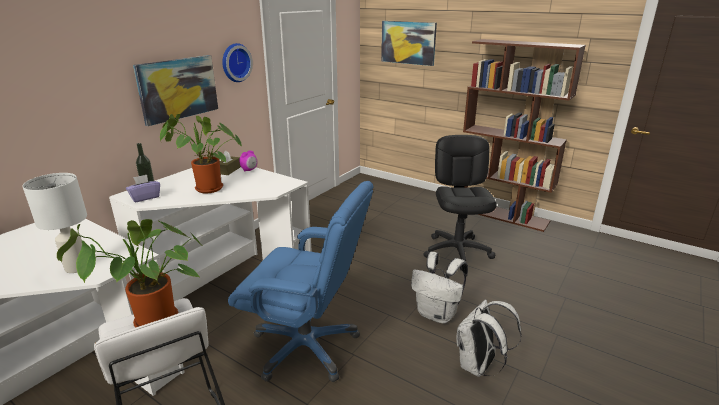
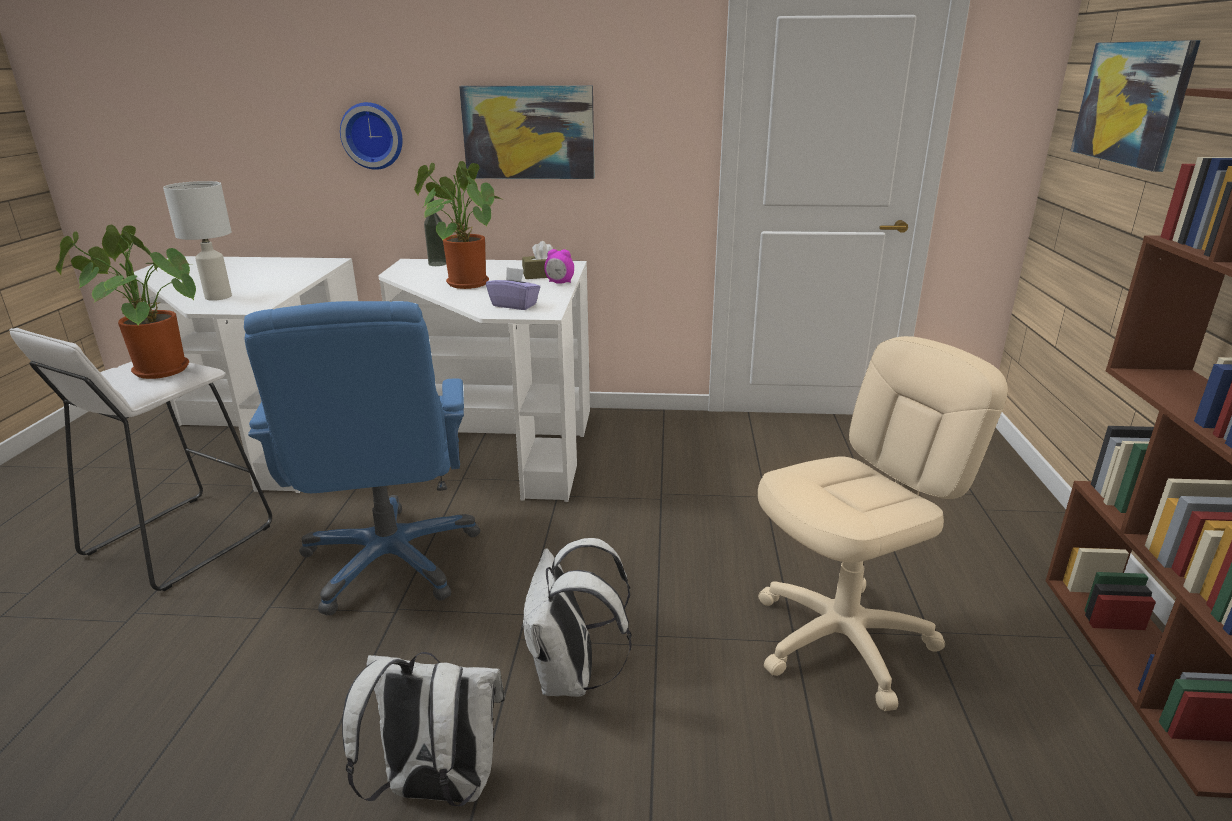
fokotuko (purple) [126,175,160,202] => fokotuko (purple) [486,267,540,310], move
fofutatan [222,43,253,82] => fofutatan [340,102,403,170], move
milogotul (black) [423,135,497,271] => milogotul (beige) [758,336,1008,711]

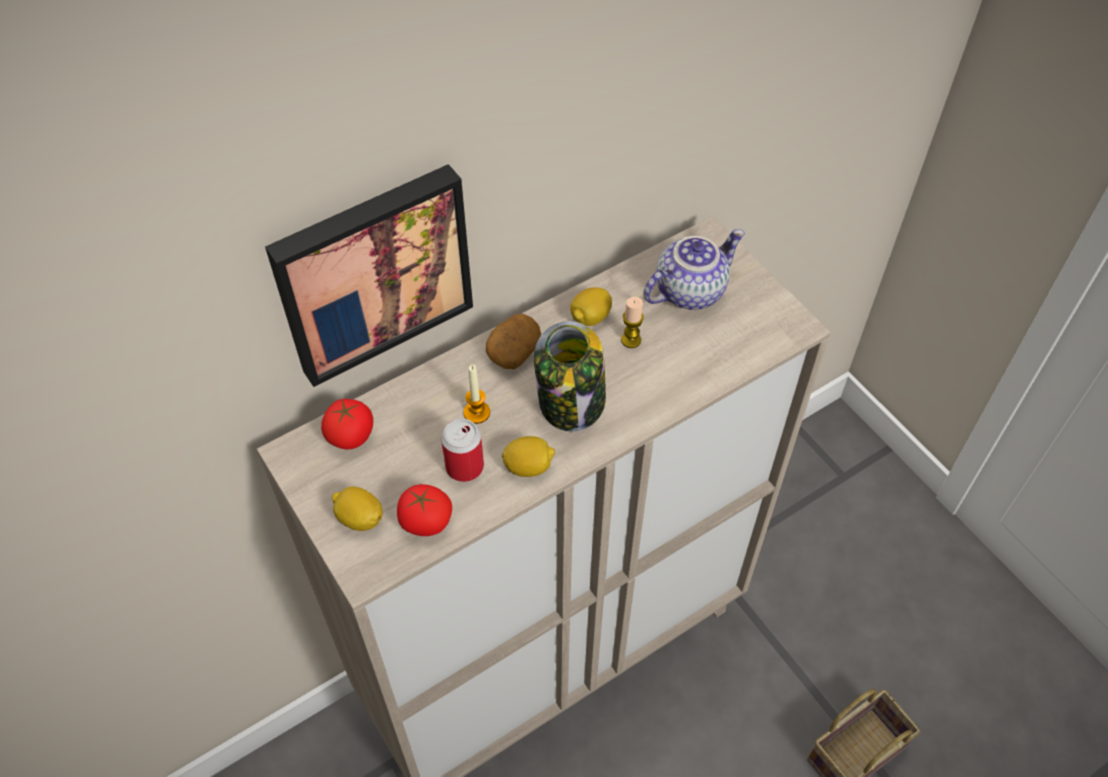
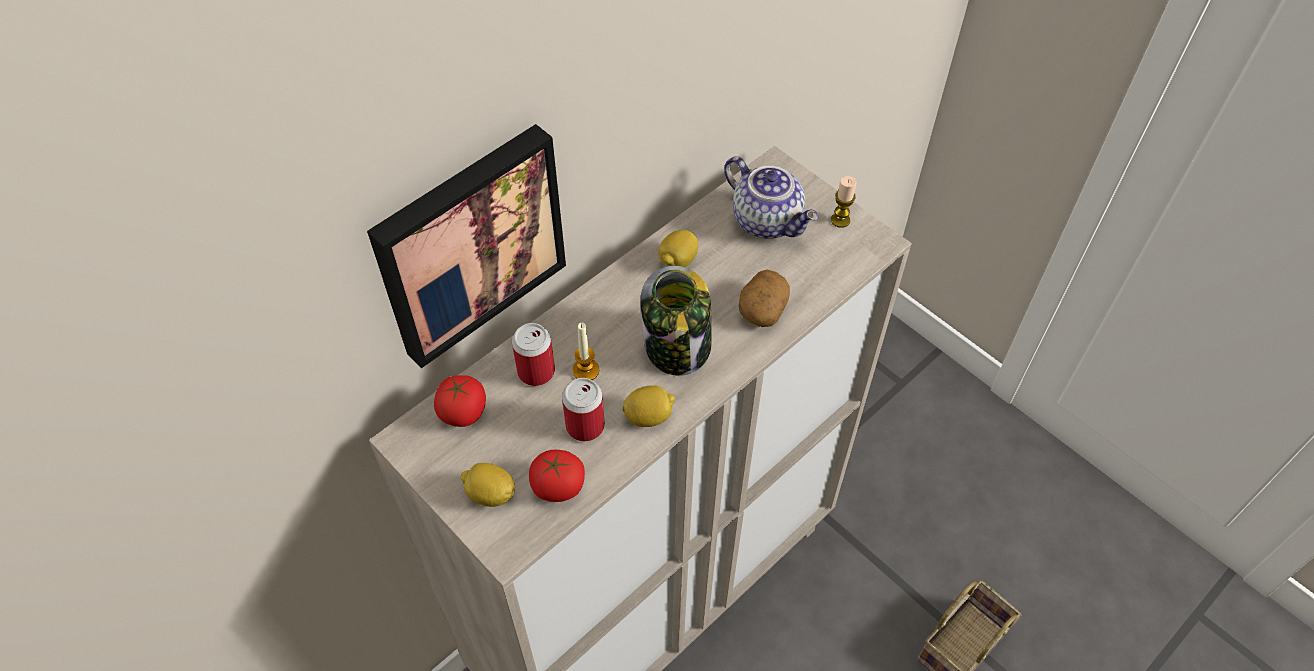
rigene [486,313,541,369] => rigene [739,270,790,327], move
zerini [621,297,644,348] => zerini [831,176,857,228], move
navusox [643,229,745,310] => navusox [724,157,818,239], 90 degrees clockwise
nothing => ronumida [512,323,555,386]

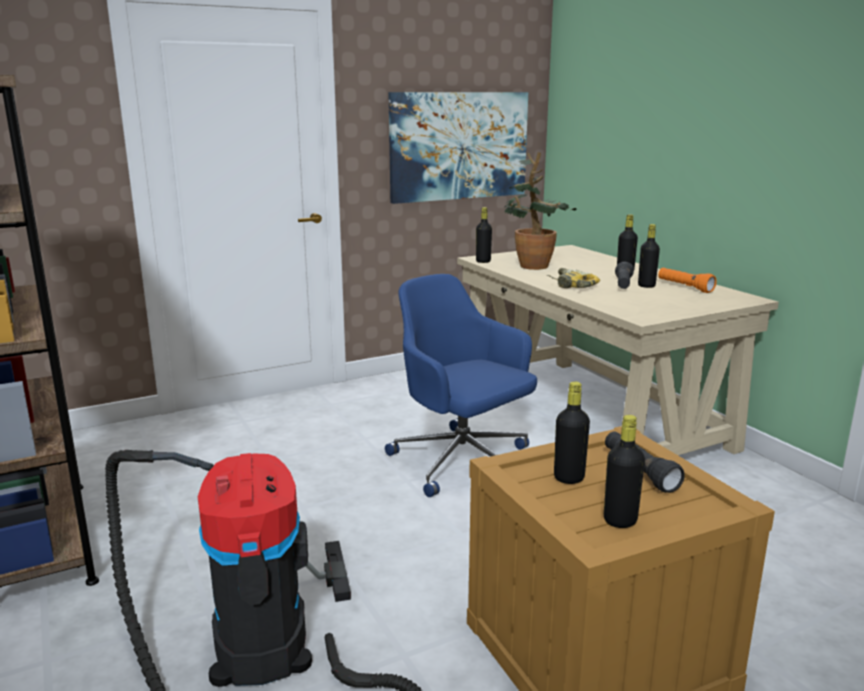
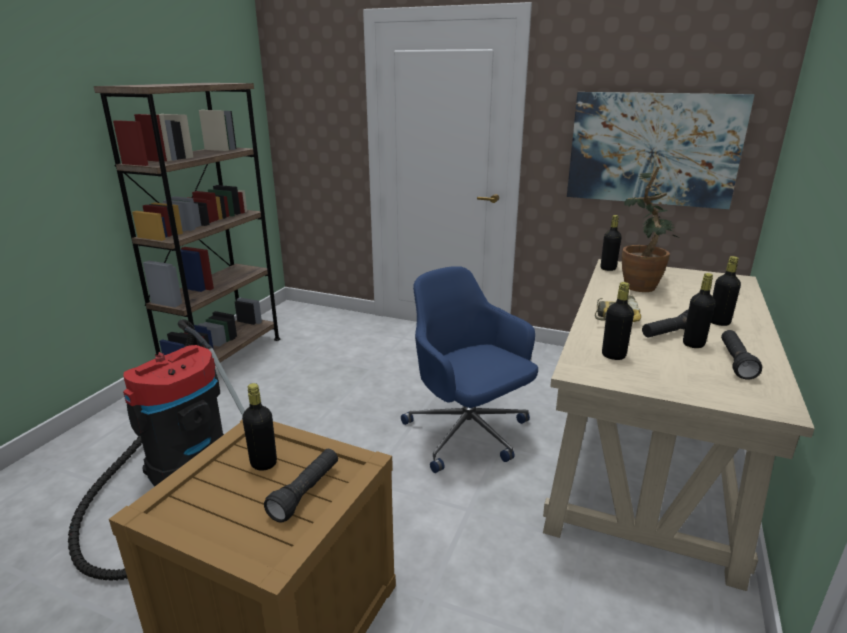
milogotul (blue) [385,274,537,497] => milogotul (blue) [401,266,538,473], 45 degrees counterclockwise
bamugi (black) [604,415,645,528] => bamugi (black) [602,282,634,360], move
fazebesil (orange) [658,268,717,293] => fazebesil (black) [721,330,762,380]

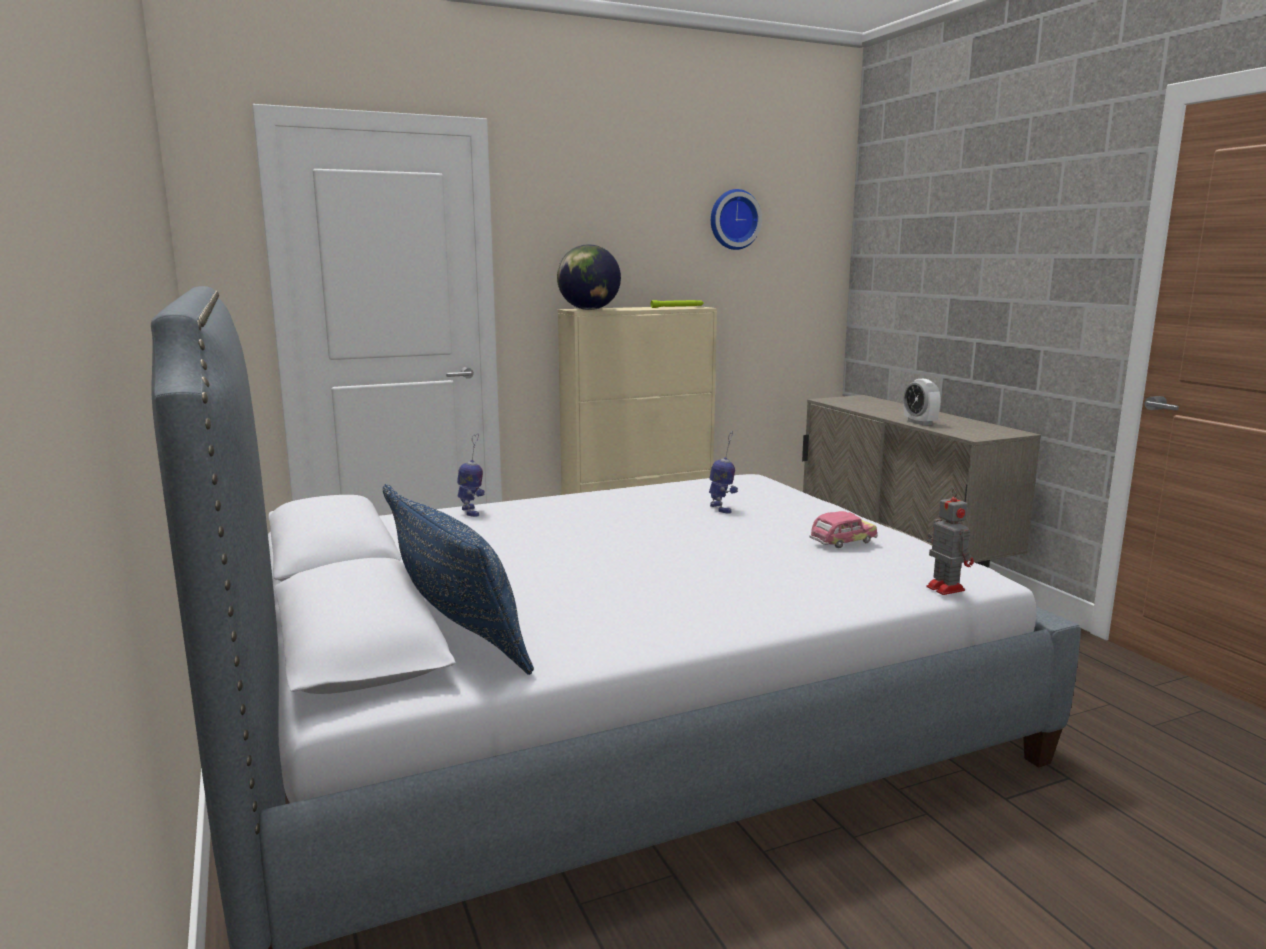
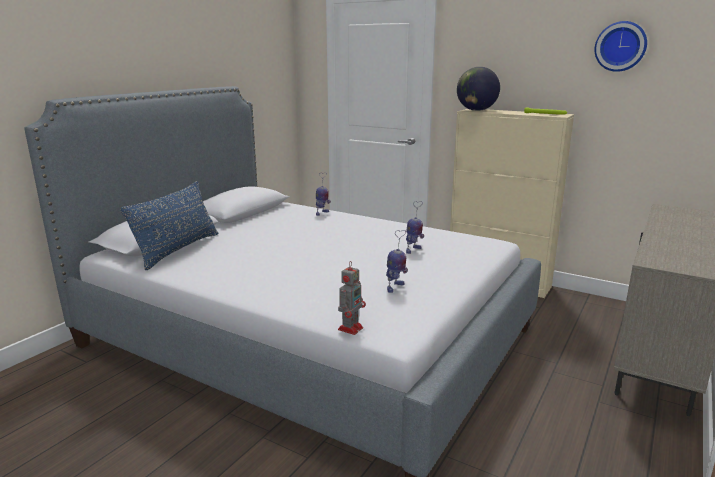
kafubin [809,511,877,548] => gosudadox [386,230,408,293]
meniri [904,379,941,425] => nothing

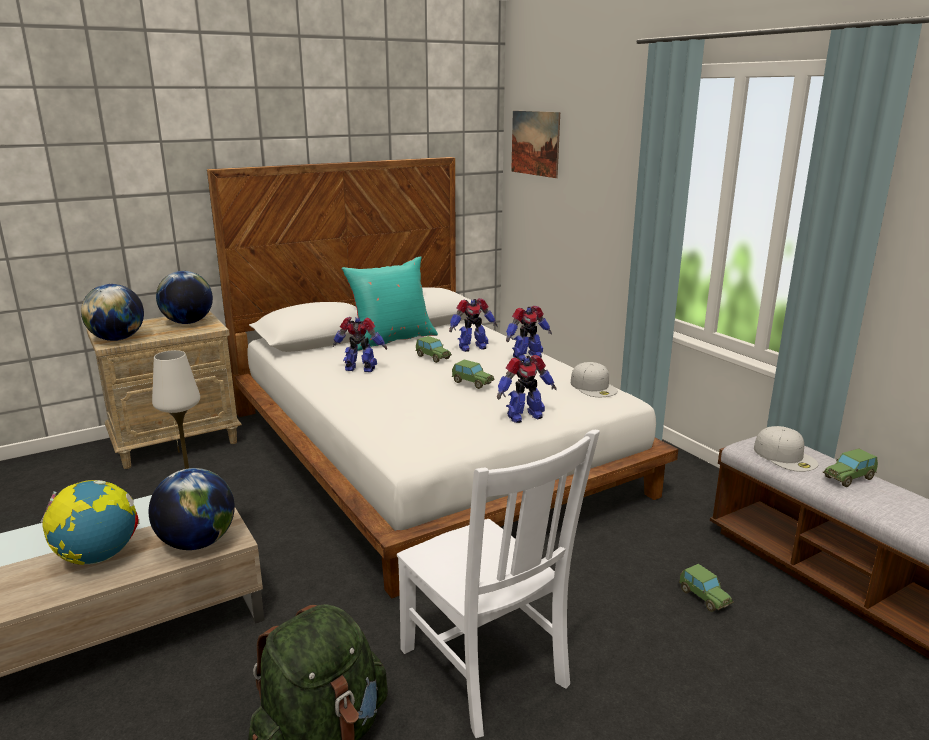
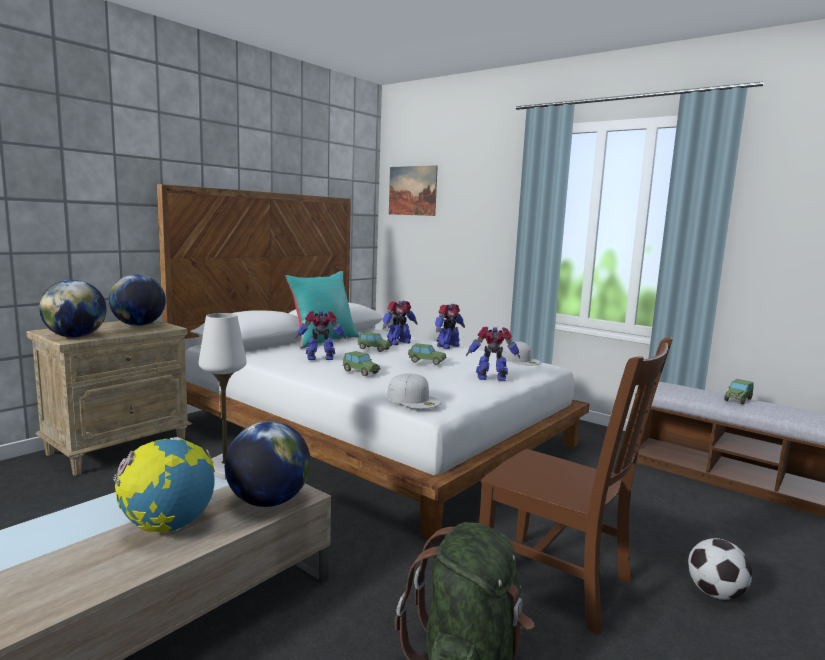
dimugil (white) [397,430,600,738] => dimugil (brown) [479,337,672,635]
gosudadox [497,355,557,423] => gosudadox [466,326,520,381], 135 degrees counterclockwise
kafubin [679,564,734,612] => kafubin [343,351,381,376], move
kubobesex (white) [754,426,818,472] => kubobesex (white) [387,373,441,409], move
nothing => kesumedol [688,538,752,600]

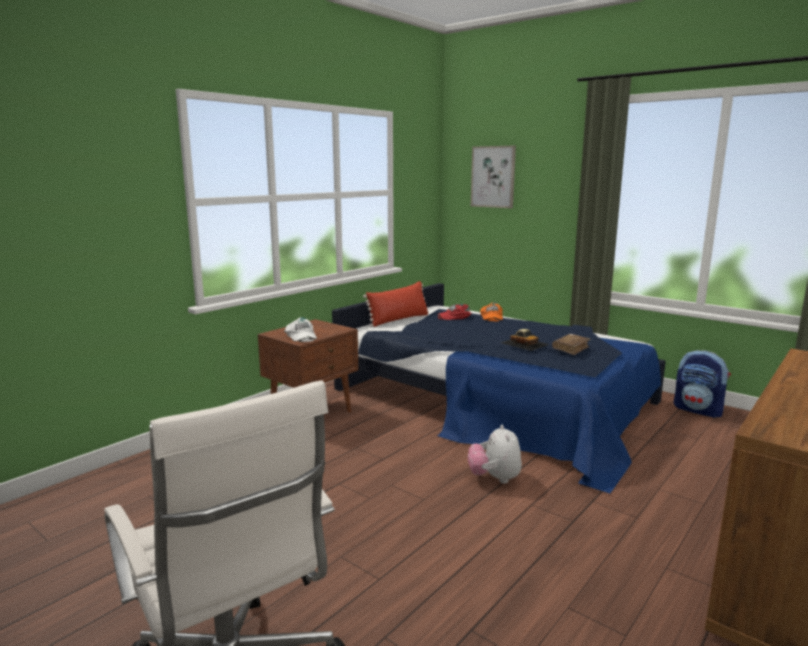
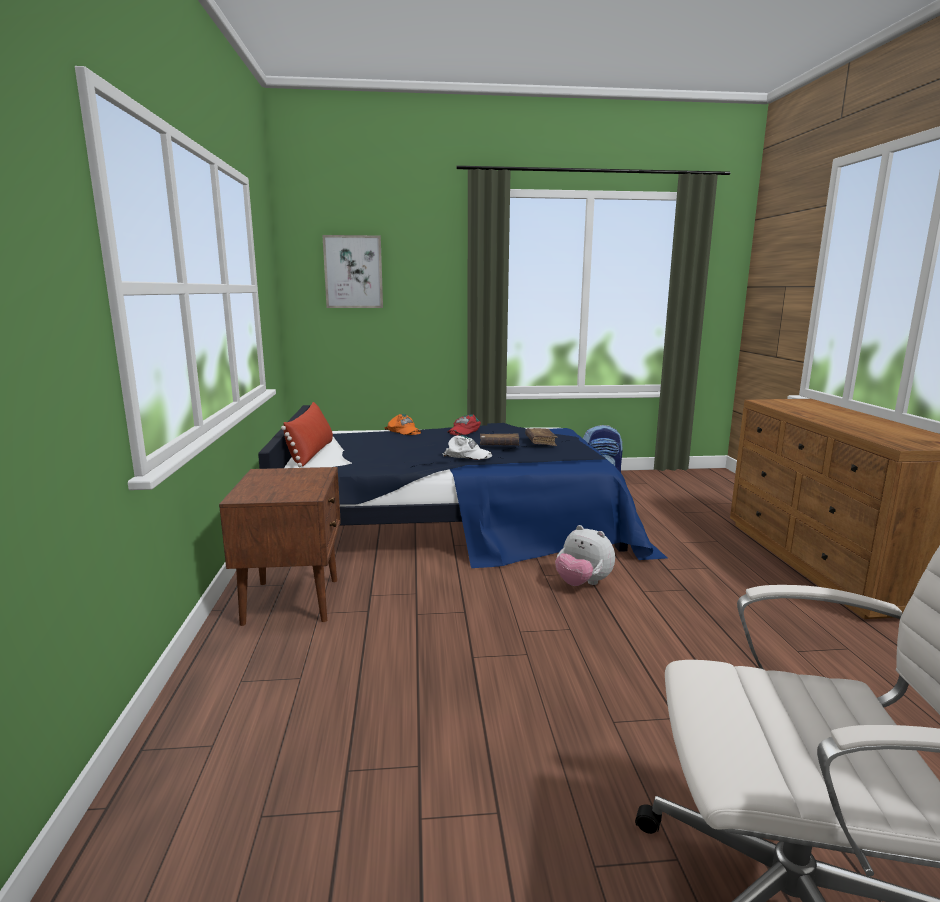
kubobesex (white) [284,317,317,342] => kubobesex (white) [443,435,492,460], move
kubobesex (red) [437,304,471,320] => kubobesex (red) [448,414,481,435], move
kafubin [501,329,550,351] => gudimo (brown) [480,433,519,445]

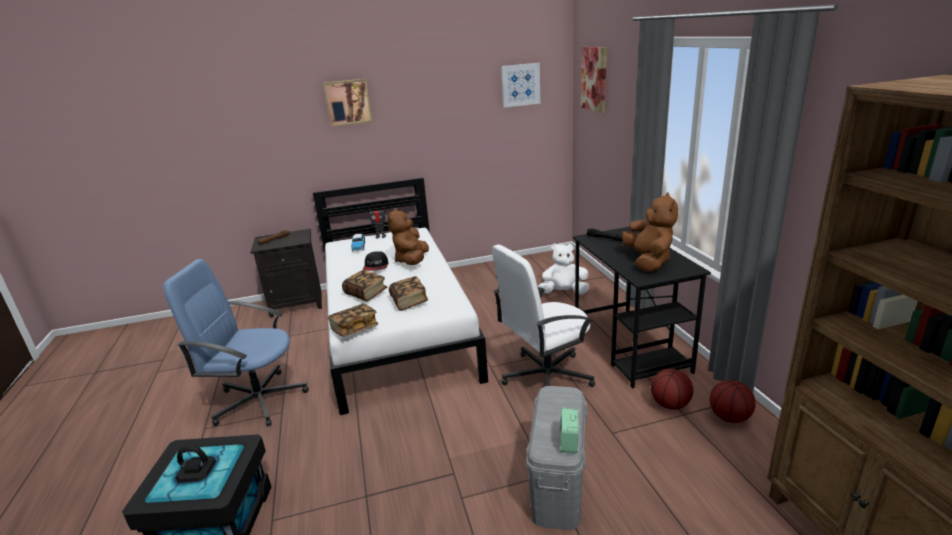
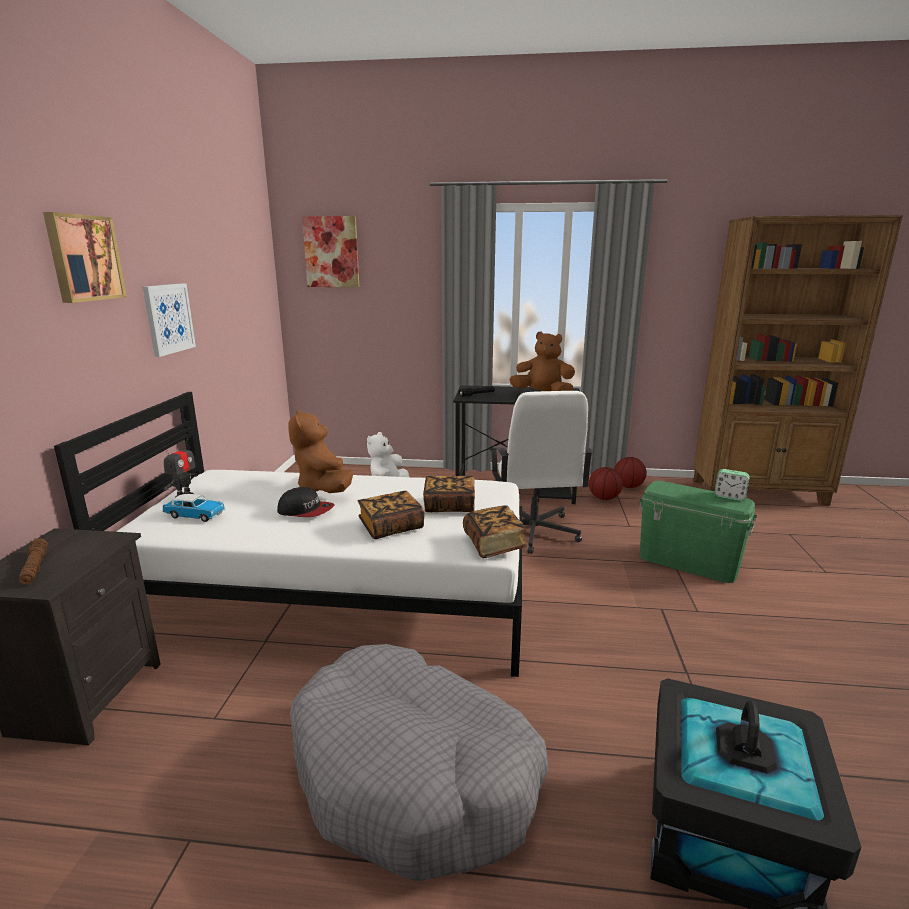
milogotul (blue) [163,259,309,426] => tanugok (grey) [290,644,549,881]
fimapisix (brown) [387,208,429,265] => fimapisix (brown) [289,410,353,493], 45 degrees clockwise
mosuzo [501,63,540,108] => mosuzo [143,283,196,357], move
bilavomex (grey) [525,386,587,530] => bilavomex (green) [639,481,757,583]

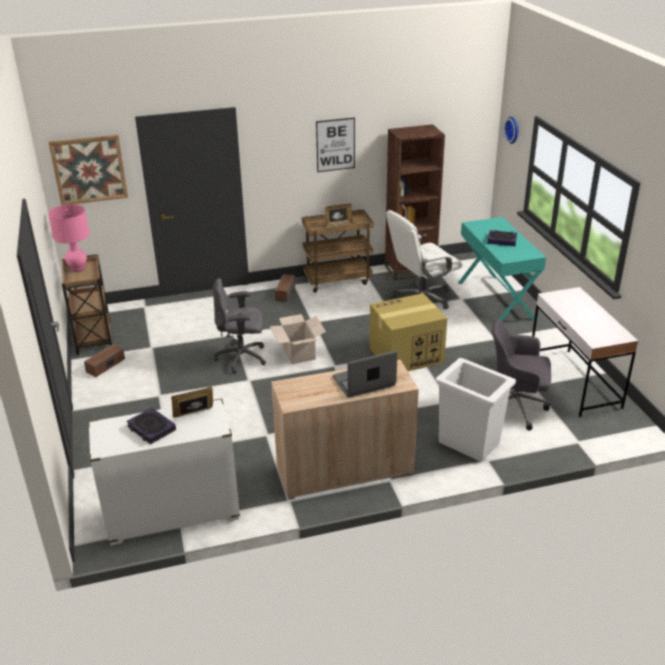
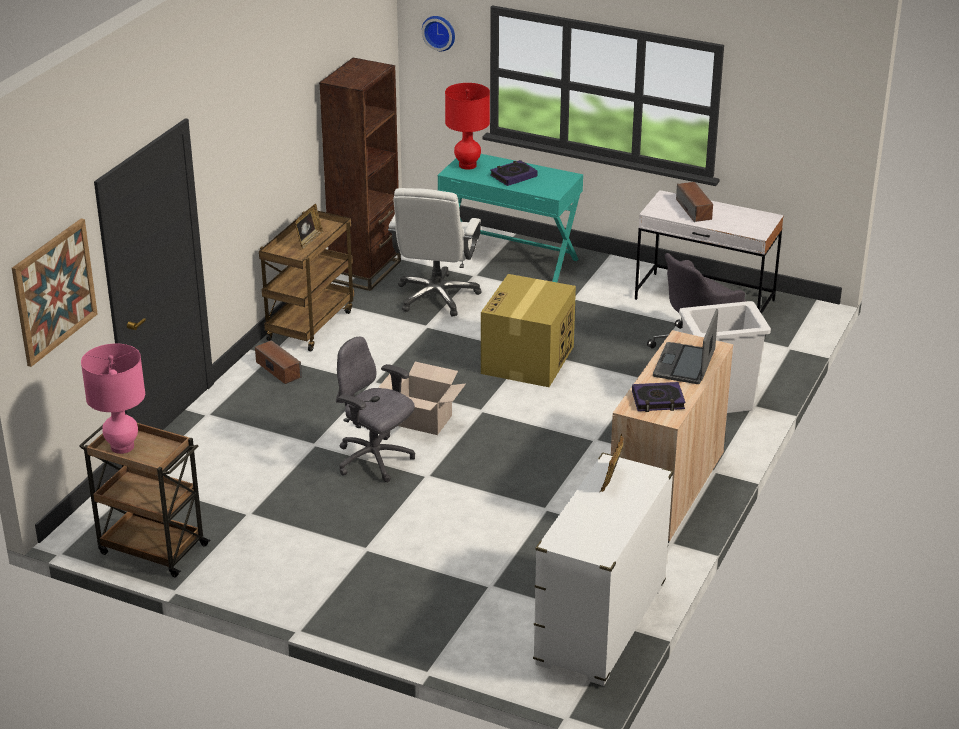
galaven [84,343,125,377] => galaven [676,182,713,222], move
gudimo [126,408,176,445] => gudimo [632,382,685,412], move
milogotul (grey) [213,278,266,373] => milogotul (grey) [336,336,415,482], 90 degrees clockwise
mosuzo [316,117,355,172] => nothing
nothing => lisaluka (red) [445,83,490,170]

